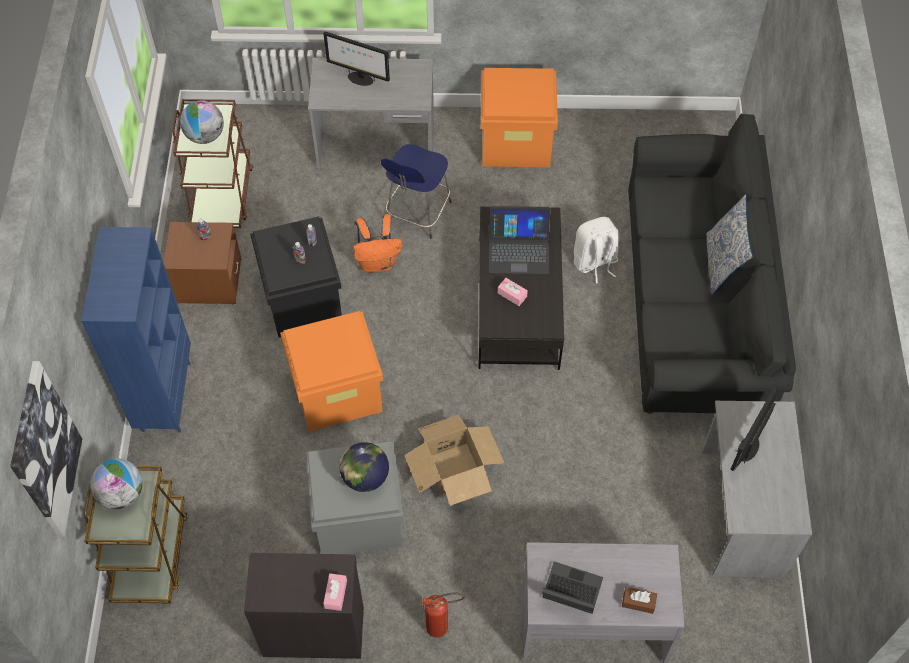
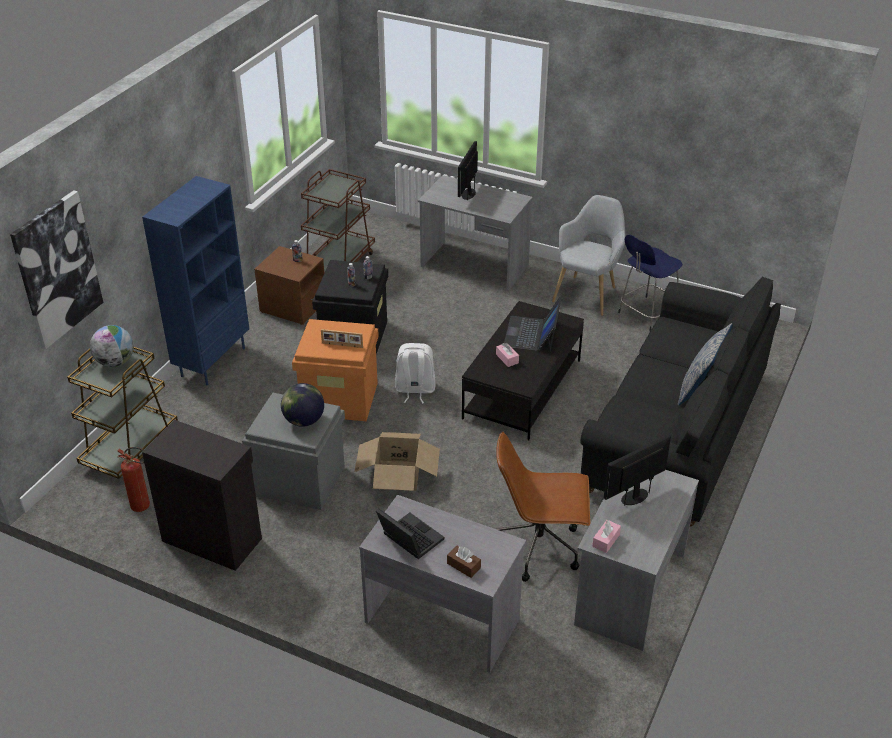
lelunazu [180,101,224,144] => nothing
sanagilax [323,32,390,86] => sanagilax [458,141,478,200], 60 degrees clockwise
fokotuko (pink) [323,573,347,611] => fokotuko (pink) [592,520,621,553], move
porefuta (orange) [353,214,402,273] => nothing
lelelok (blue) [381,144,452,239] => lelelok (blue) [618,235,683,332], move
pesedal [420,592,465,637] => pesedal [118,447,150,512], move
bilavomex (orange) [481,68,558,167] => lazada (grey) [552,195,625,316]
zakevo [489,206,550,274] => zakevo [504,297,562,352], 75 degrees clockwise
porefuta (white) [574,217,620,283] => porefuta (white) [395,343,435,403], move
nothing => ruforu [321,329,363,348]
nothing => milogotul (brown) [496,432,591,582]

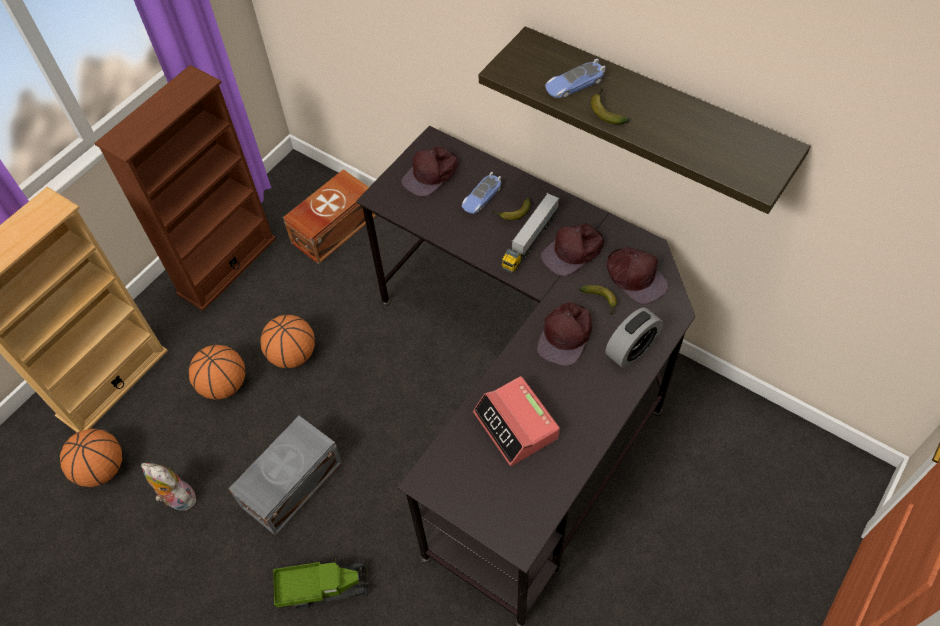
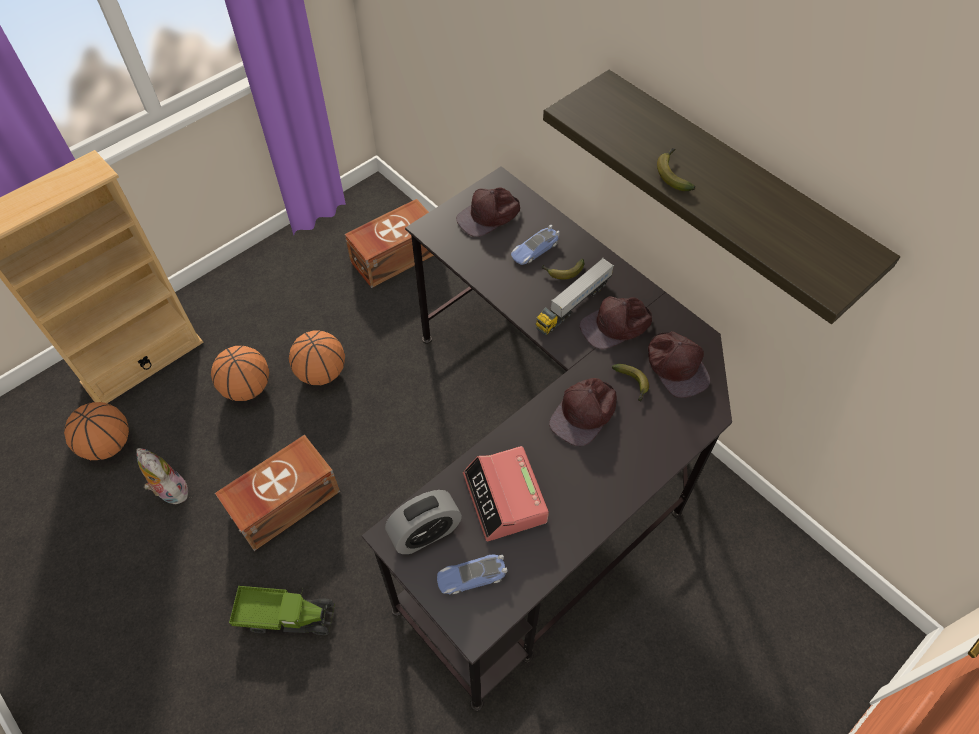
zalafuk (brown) [94,65,276,311] => nothing
bilavomex (grey) [229,416,342,536] => bilavomex (brown) [215,435,340,551]
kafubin [545,58,606,98] => kafubin [437,554,507,595], move
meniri [606,307,663,368] => meniri [385,490,462,554], move

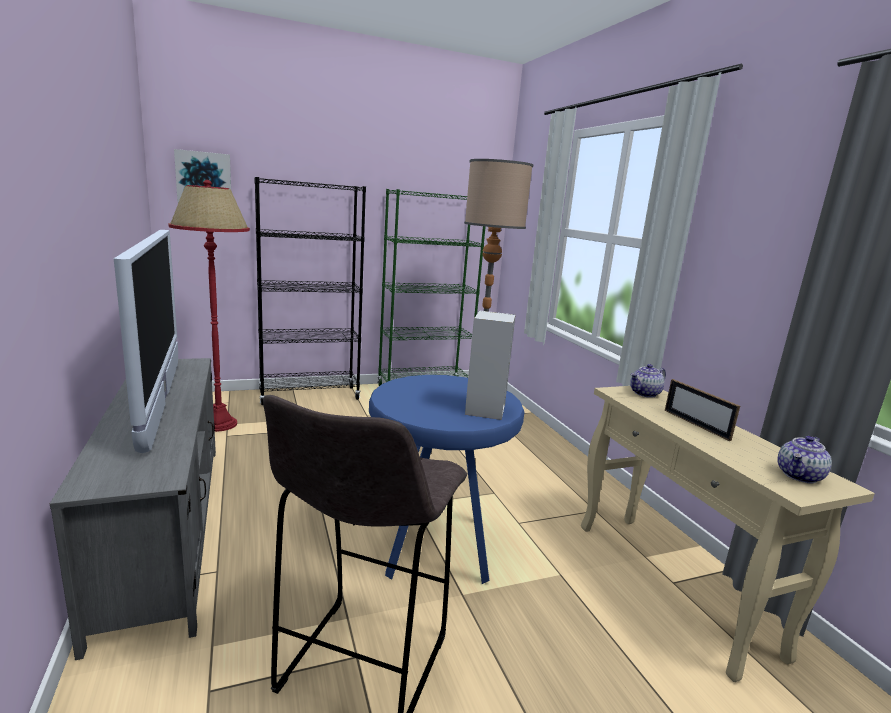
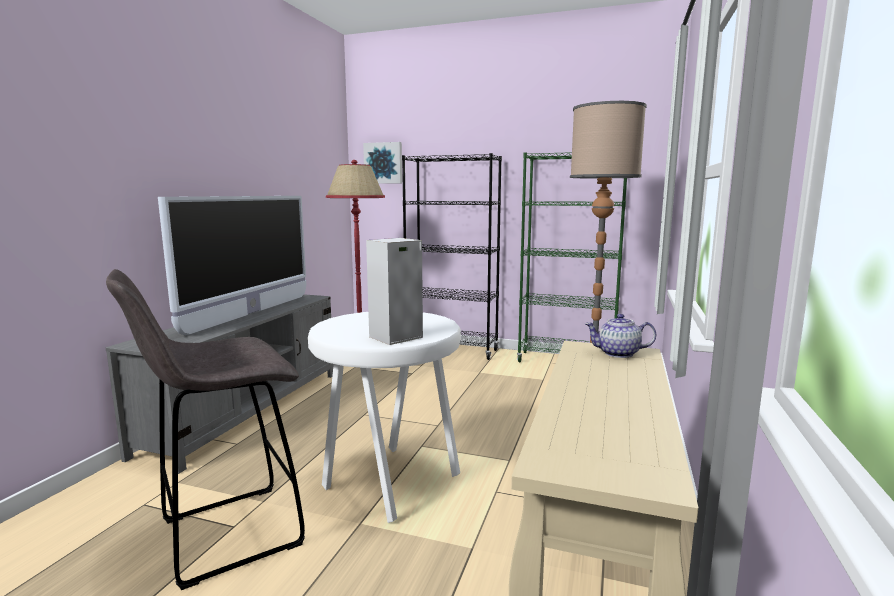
lelelok (blue) [369,375,525,584] => lelelok (white) [308,312,461,523]
ruforu [665,379,740,441] => nothing
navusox [777,436,832,483] => nothing

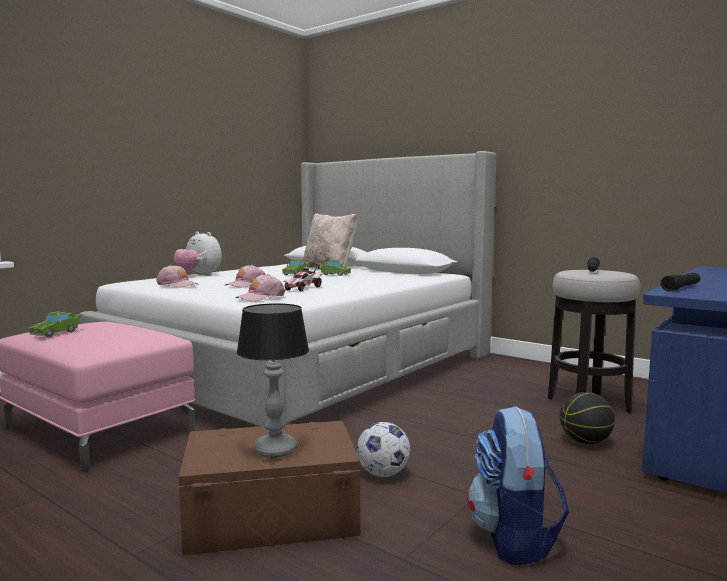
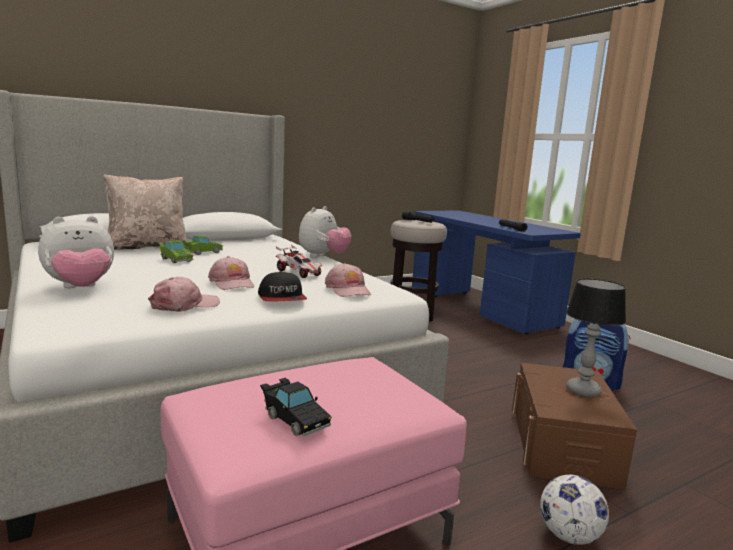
kafubin (green) [29,311,83,337] => kafubin (black) [260,378,332,437]
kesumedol [357,422,410,477] => kesumedol [540,475,609,545], move
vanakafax [560,392,615,444] => nothing
nothing => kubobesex [258,271,307,302]
nothing => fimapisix [299,206,352,258]

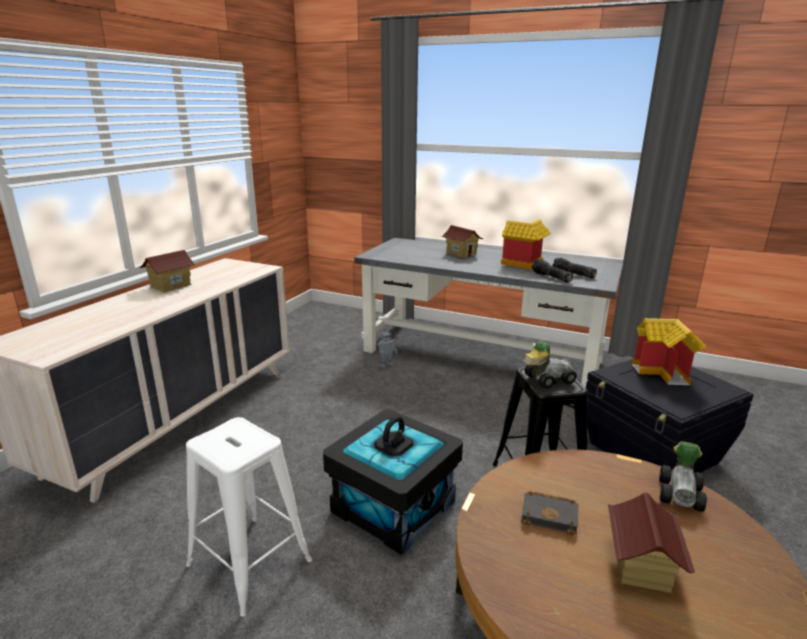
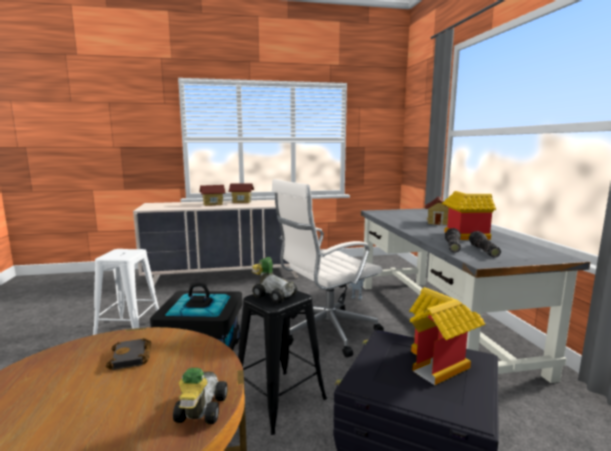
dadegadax [608,493,695,593] => dadegadax [199,185,226,206], move
kafubin [659,441,707,512] => kafubin [173,368,228,424], 105 degrees clockwise
nothing => milogotul (white) [272,179,384,357]

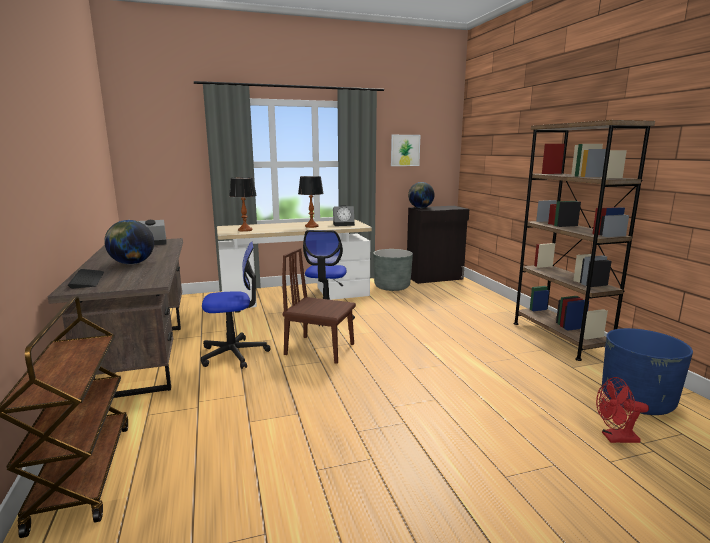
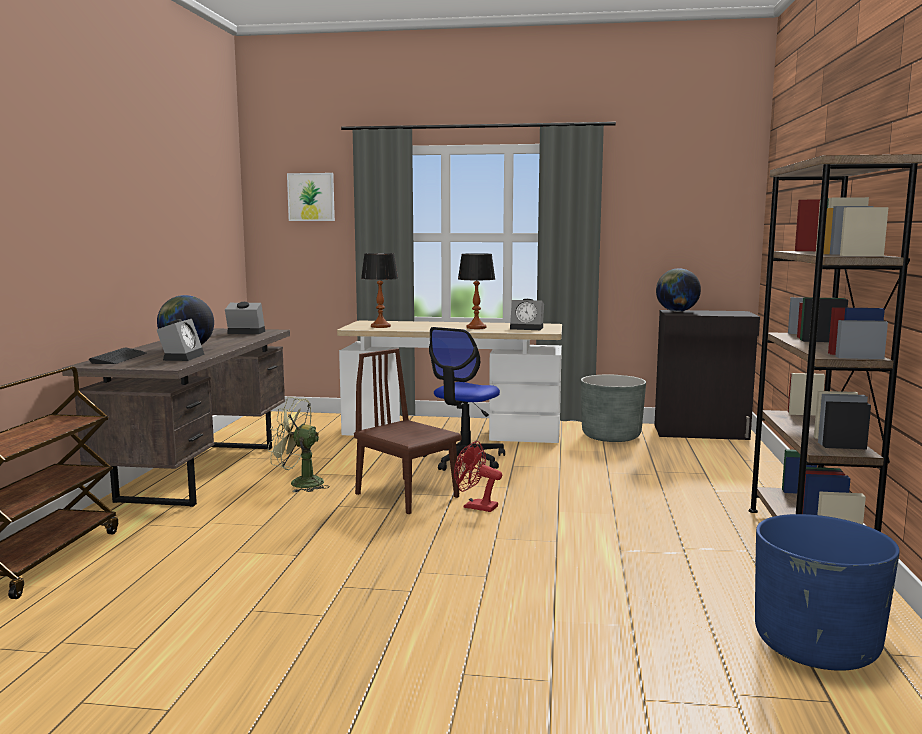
milogotul [201,242,271,369] => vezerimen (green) [268,397,330,492]
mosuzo [391,135,420,166] => mosuzo [287,173,335,221], move
vezerimen (red) [596,377,649,443] => vezerimen (red) [454,441,502,512], move
nothing => meniri [157,319,205,361]

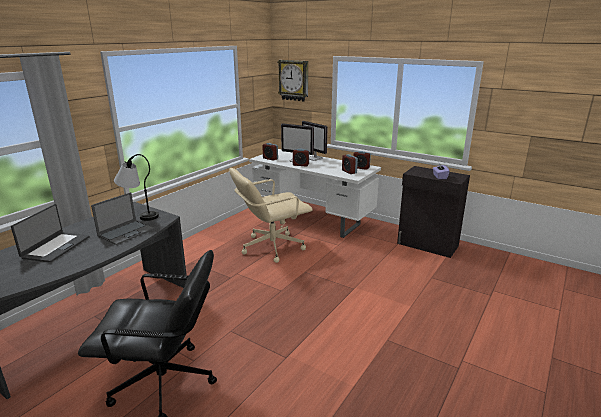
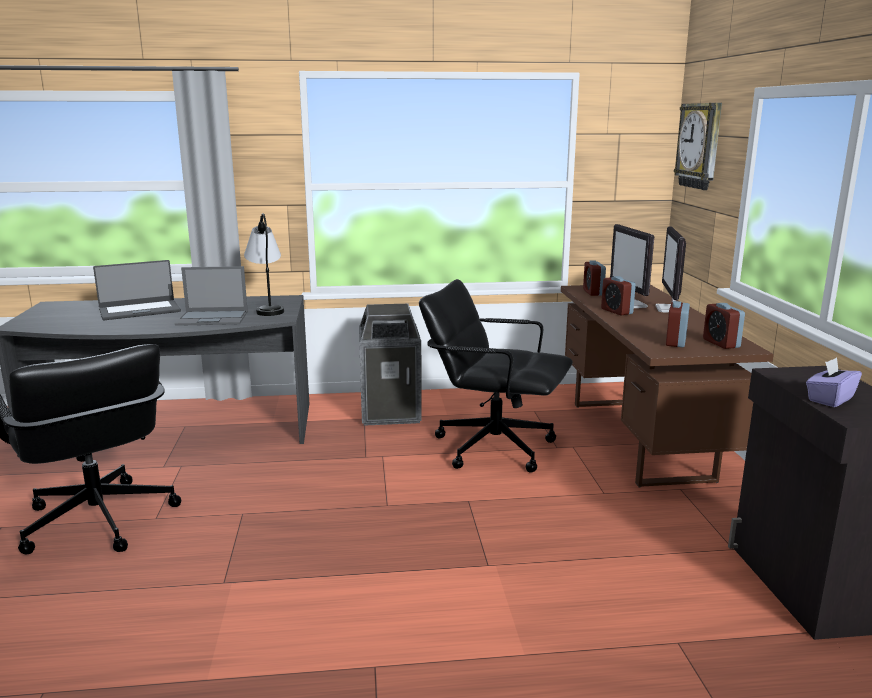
milogotul (beige) [229,168,313,263] => milogotul (black) [419,279,573,472]
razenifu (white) [249,149,381,238] => razenifu (brown) [561,285,774,487]
nothing => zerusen [359,304,422,426]

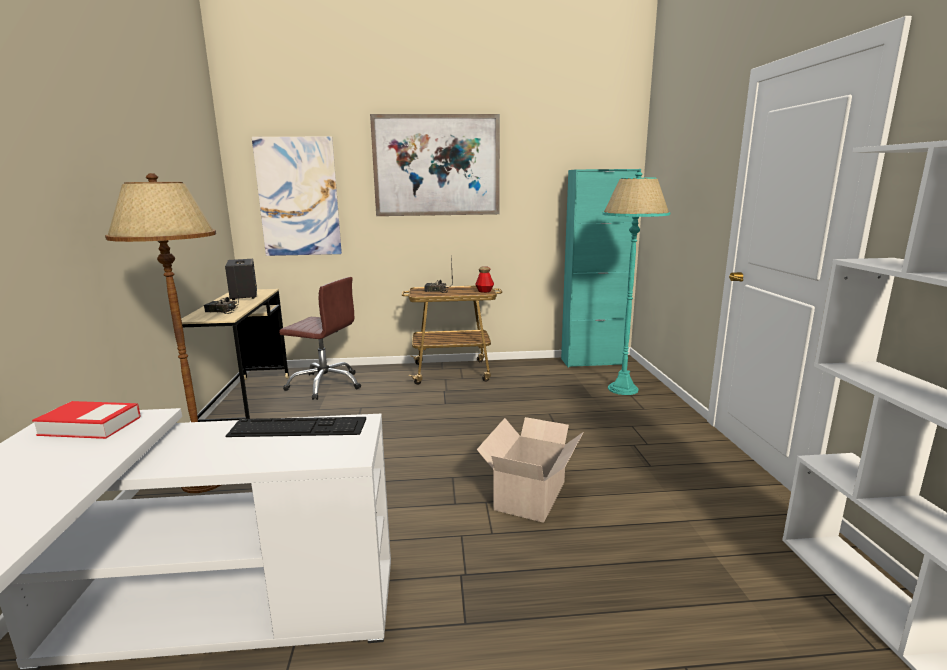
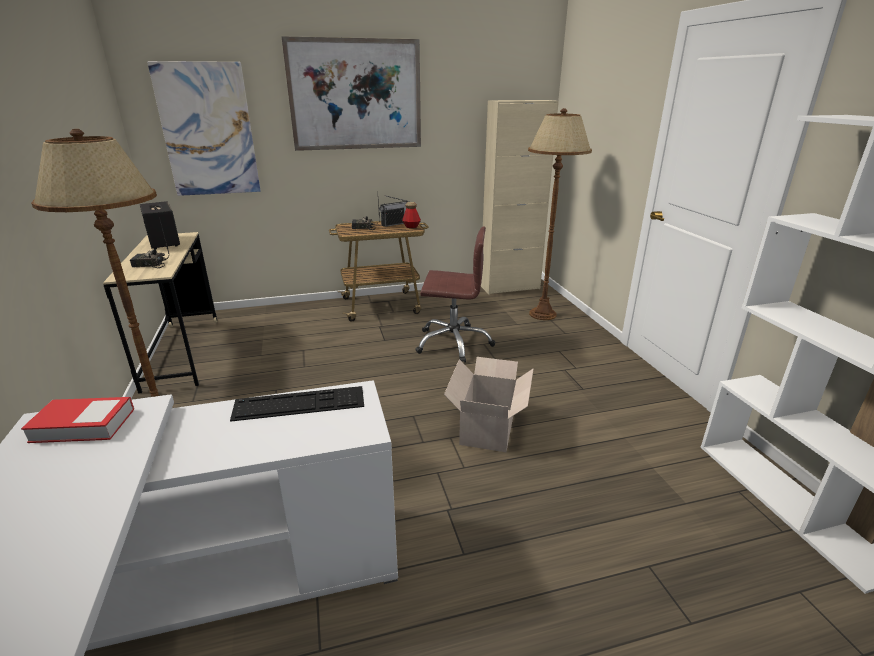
milogotul (brown) [279,277,361,400] => milogotul (brown) [415,227,495,363], move
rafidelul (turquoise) [561,169,641,368] => rafidelul (beige) [481,100,559,295]
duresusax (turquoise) [602,172,670,395] => duresusax (brown) [528,108,592,320]
nothing => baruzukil [379,195,409,227]

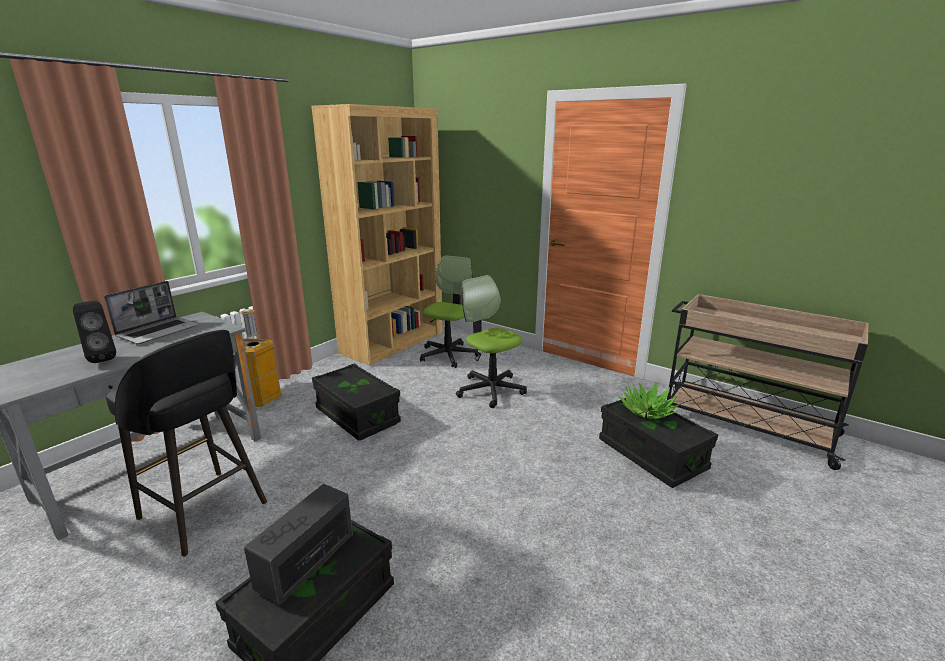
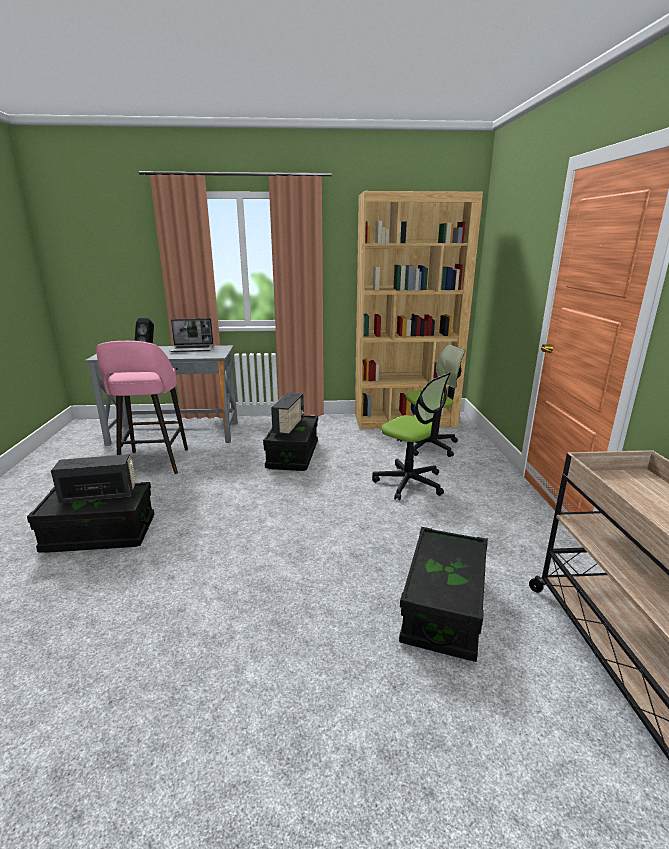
lelelok (black) [106,330,267,557] => lelelok (pink) [96,341,188,474]
zerusen [240,309,282,407] => nothing
milogotul [456,275,527,408] => milogotul [372,373,451,500], 120 degrees clockwise
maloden [618,382,680,419] => nothing
nothing => baruzukil [271,392,304,435]

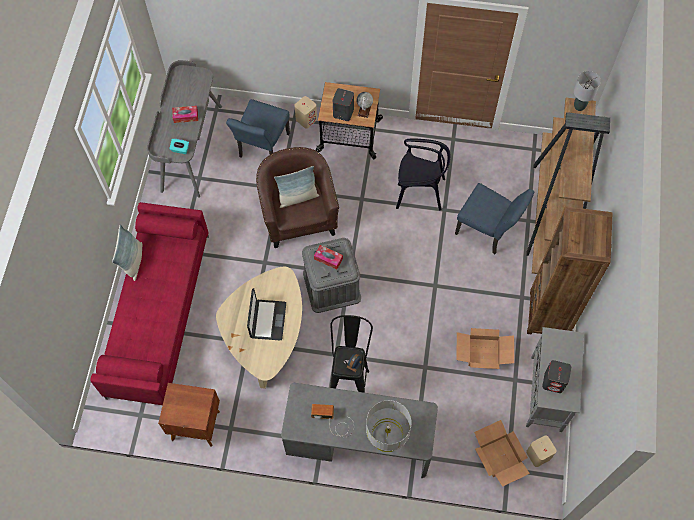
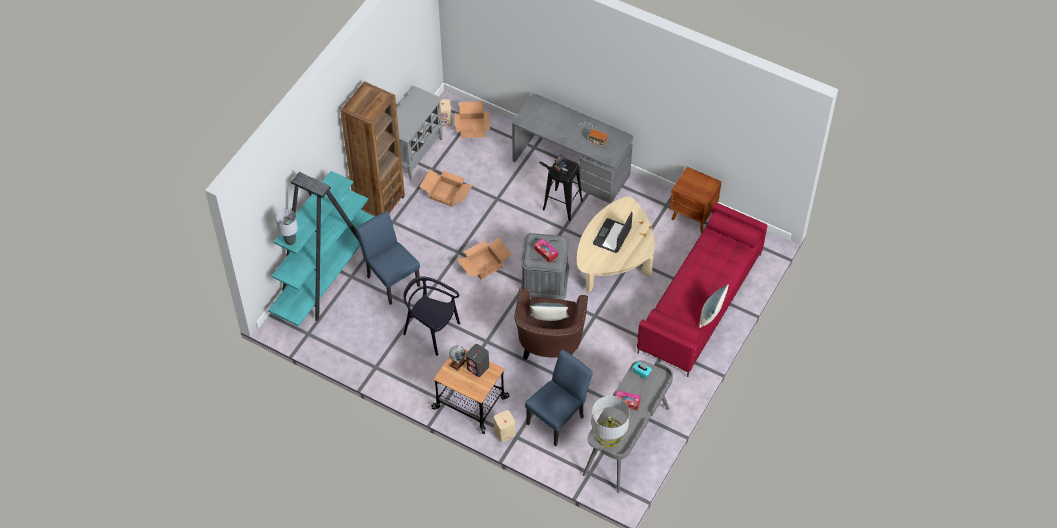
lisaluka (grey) [366,400,412,452] => lisaluka (grey) [591,396,630,447], move
zalafuk (brown) [526,98,610,274] => zalafuk (turquoise) [268,171,375,326]
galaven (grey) [542,360,571,393] => nothing
nothing => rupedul [457,238,512,279]

